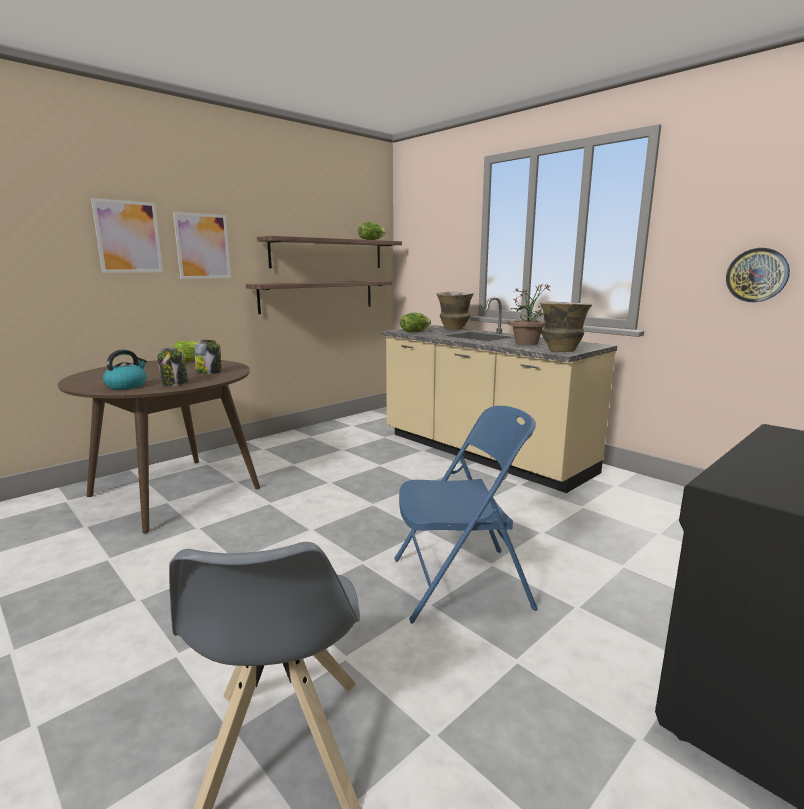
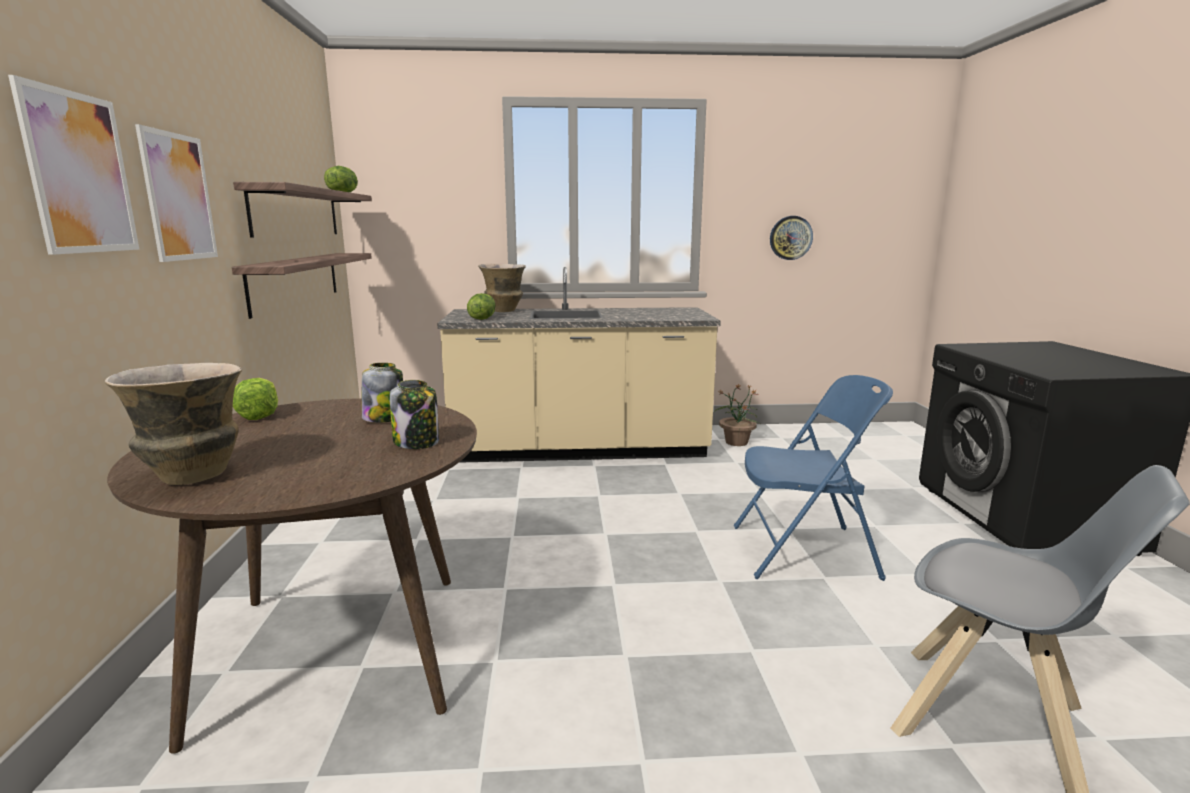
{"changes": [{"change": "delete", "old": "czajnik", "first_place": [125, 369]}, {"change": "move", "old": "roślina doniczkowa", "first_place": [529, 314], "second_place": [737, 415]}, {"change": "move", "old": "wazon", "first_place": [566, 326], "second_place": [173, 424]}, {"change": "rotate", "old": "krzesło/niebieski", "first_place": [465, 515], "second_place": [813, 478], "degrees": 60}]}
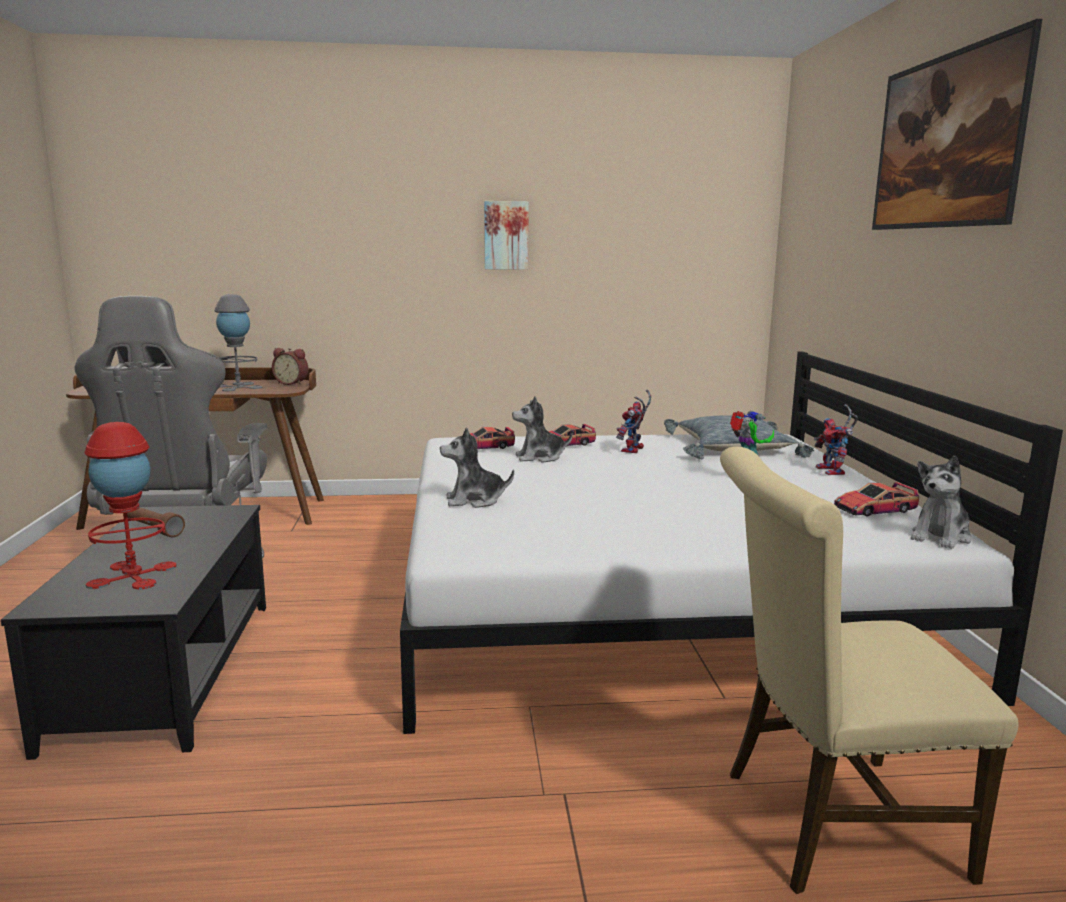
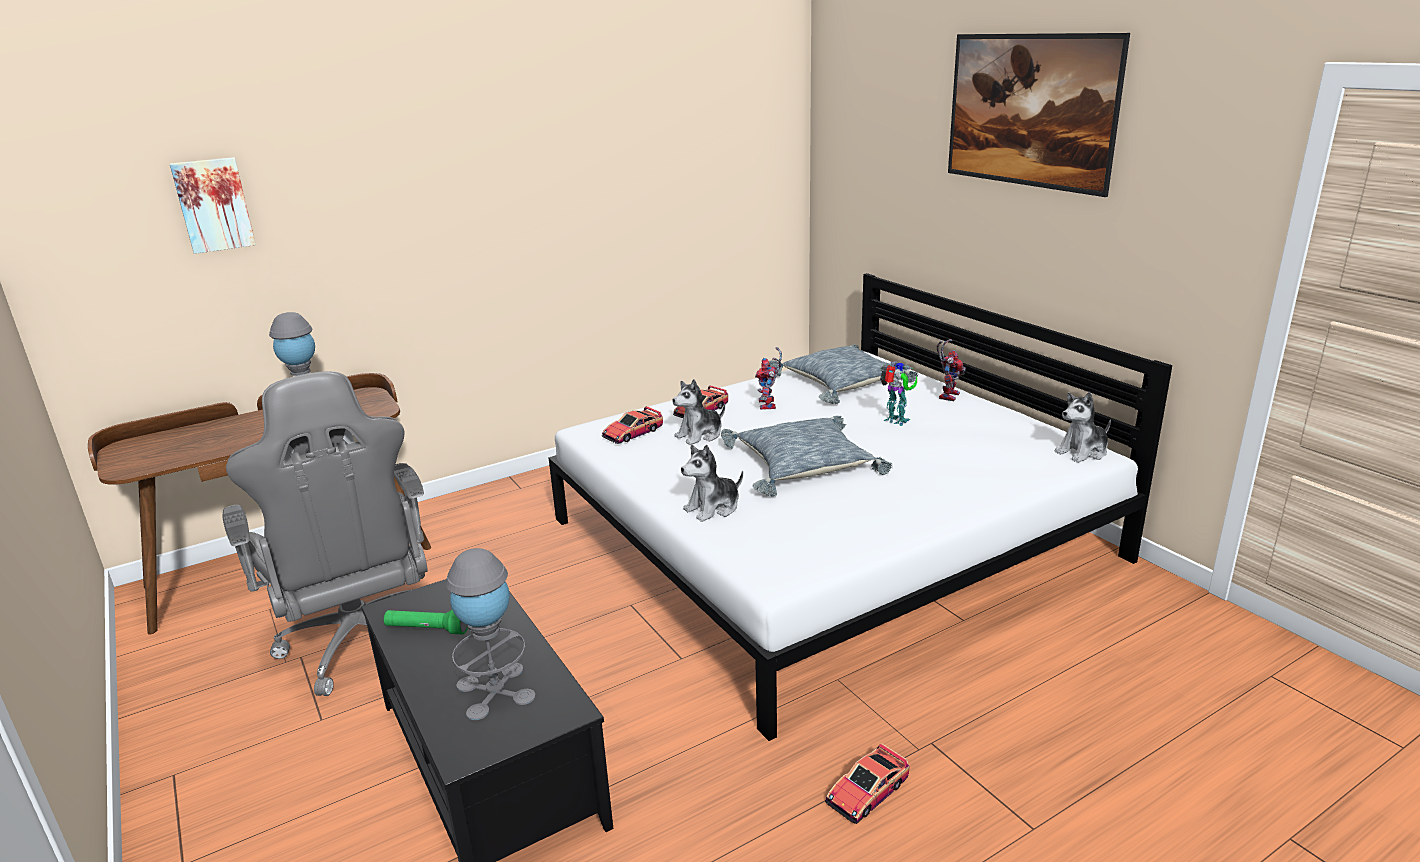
{"changes": [{"change": "delete", "old": "budzik", "first_place": [290, 366]}, {"change": "delete", "old": "krzesło/beżowy", "first_place": [869, 670]}, {"change": "insert", "new": "poduszka", "second_place": [807, 456]}, {"change": "move", "old": "obraz", "first_place": [506, 235], "second_place": [213, 205]}, {"change": "move", "old": "samochodzik", "first_place": [876, 499], "second_place": [867, 783]}, {"change": "recolor", "old": "lampa stołowa/czerwony", "new": "lampa stołowa/szary", "first_place": [130, 505], "second_place": [491, 634]}, {"change": "recolor", "old": "latarka/brązowy", "new": "latarka/zielony", "first_place": [156, 522], "second_place": [426, 622]}, {"change": "rotate", "old": "robot zabawkowy", "first_place": [836, 439], "second_place": [951, 370], "degrees": -120}, {"change": "rotate", "old": "pluszak", "first_place": [941, 502], "second_place": [1083, 427], "degrees": 45}]}
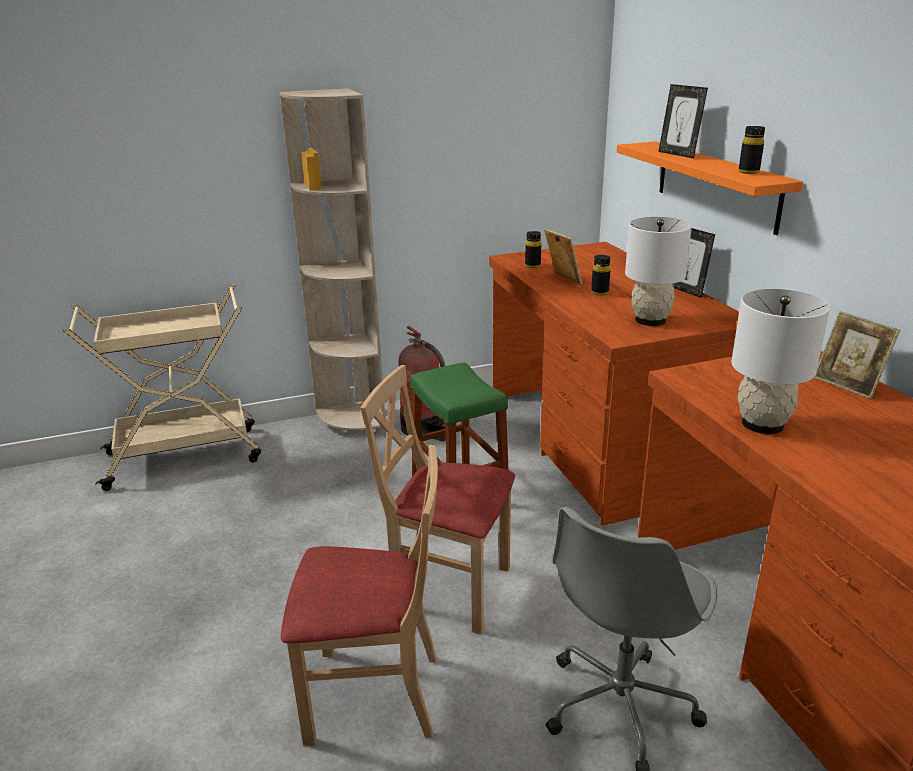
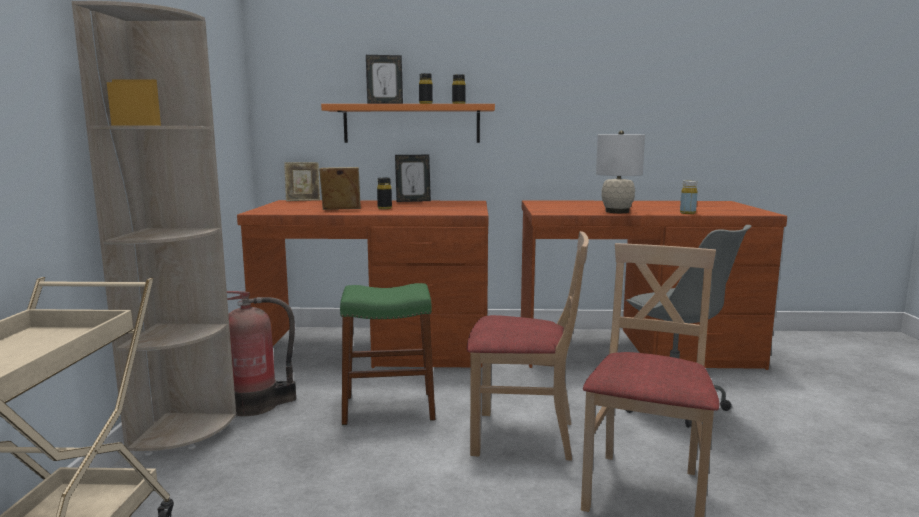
{"changes": [{"change": "delete", "old": "lampa stołowa/biały", "first_place": [658, 271]}, {"change": "insert", "new": "butelka/żółty", "second_place": [689, 197]}, {"change": "move", "old": "butelka/czarny", "first_place": [533, 249], "second_place": [426, 88]}, {"change": "move", "old": "ramka na zdjęcie", "first_place": [857, 355], "second_place": [302, 181]}, {"change": "rotate", "old": "krzesło/beżowy", "first_place": [438, 499], "second_place": [528, 346], "degrees": -120}]}
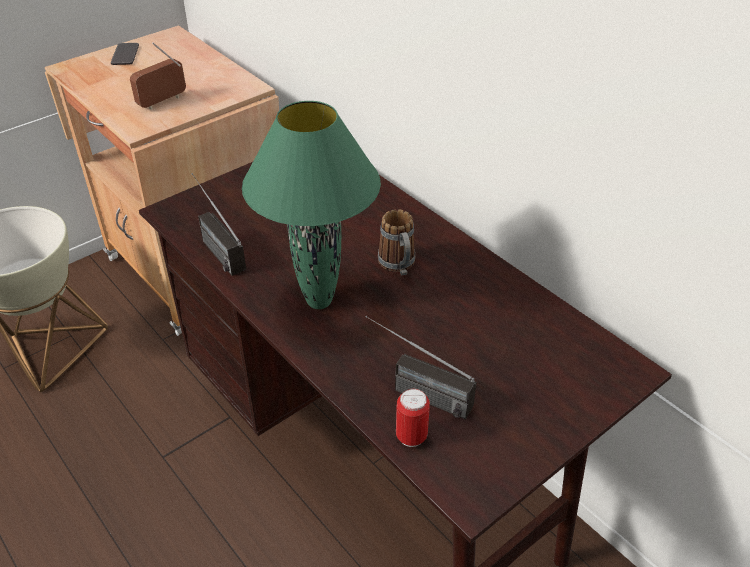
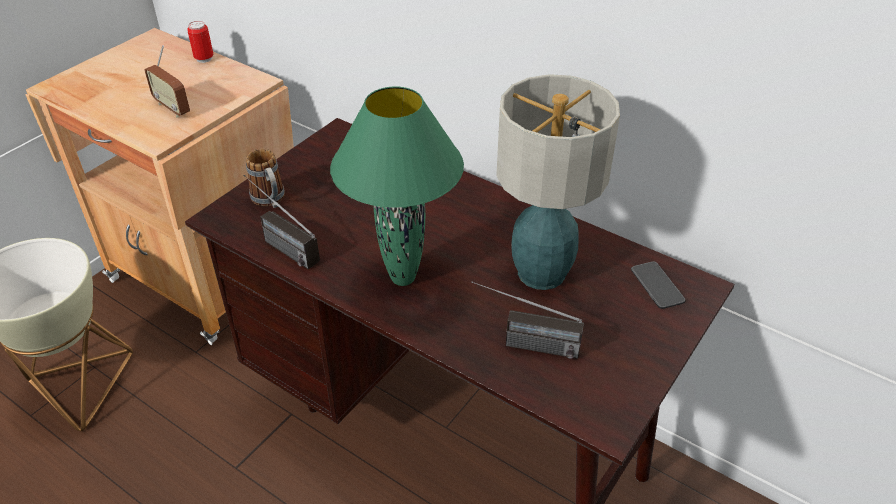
{"changes": [{"change": "insert", "new": "lampa stołowa", "second_place": [558, 182]}, {"change": "move", "old": "telefon", "first_place": [125, 54], "second_place": [658, 285]}, {"change": "move", "old": "kubek", "first_place": [396, 242], "second_place": [265, 178]}, {"change": "move", "old": "puszka", "first_place": [413, 418], "second_place": [200, 42]}, {"change": "rotate", "old": "radio", "first_place": [158, 76], "second_place": [167, 81], "degrees": -75}]}
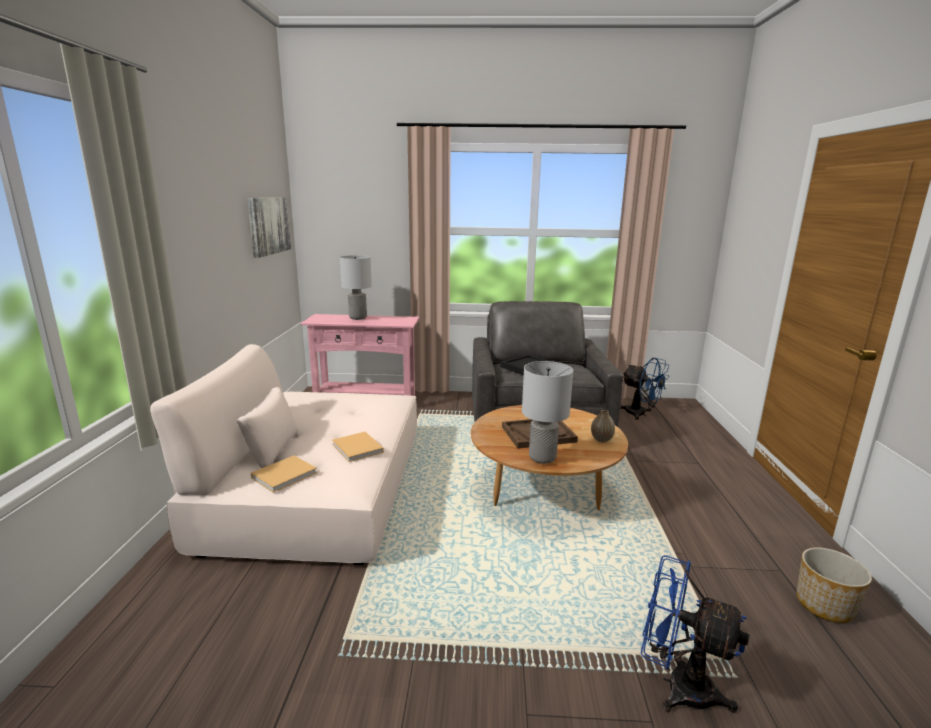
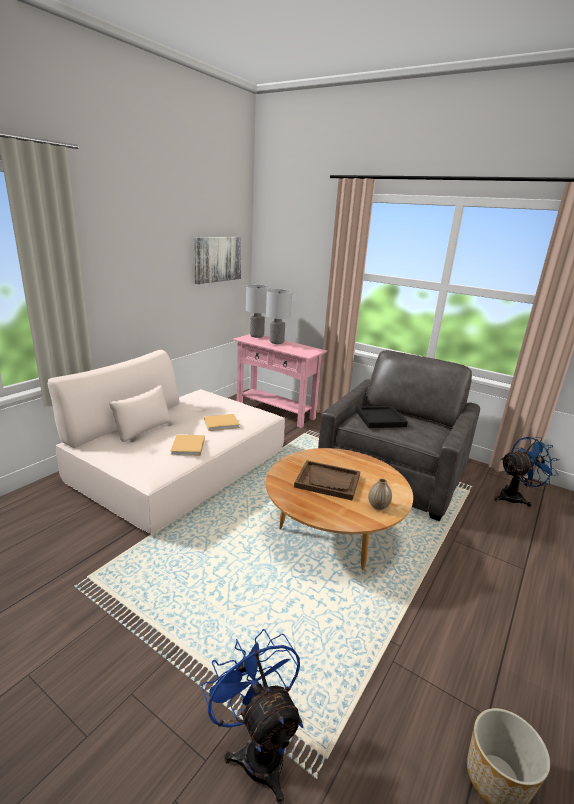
{"changes": [{"change": "move", "old": "książka/beżowy", "first_place": [284, 474], "second_place": [222, 422]}, {"change": "move", "old": "lampa stołowa/szary", "first_place": [547, 412], "second_place": [258, 311]}, {"change": "rotate", "old": "wentylator/niebieski", "first_place": [644, 389], "second_place": [527, 472], "degrees": -90}]}
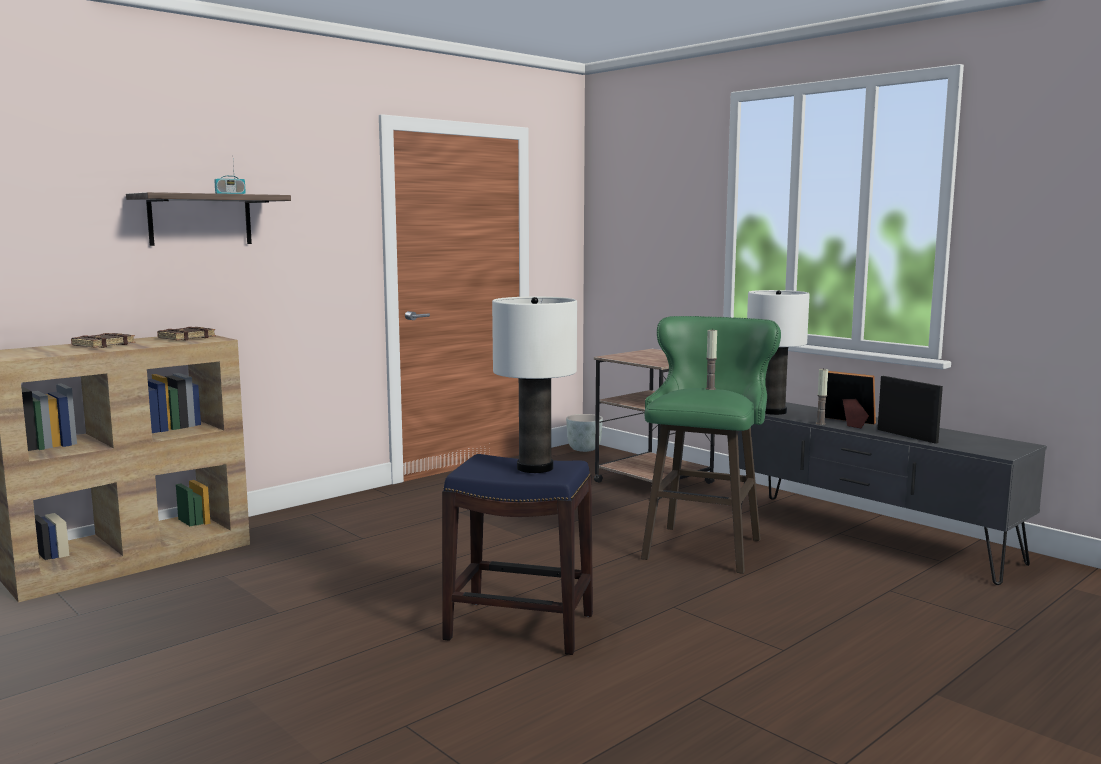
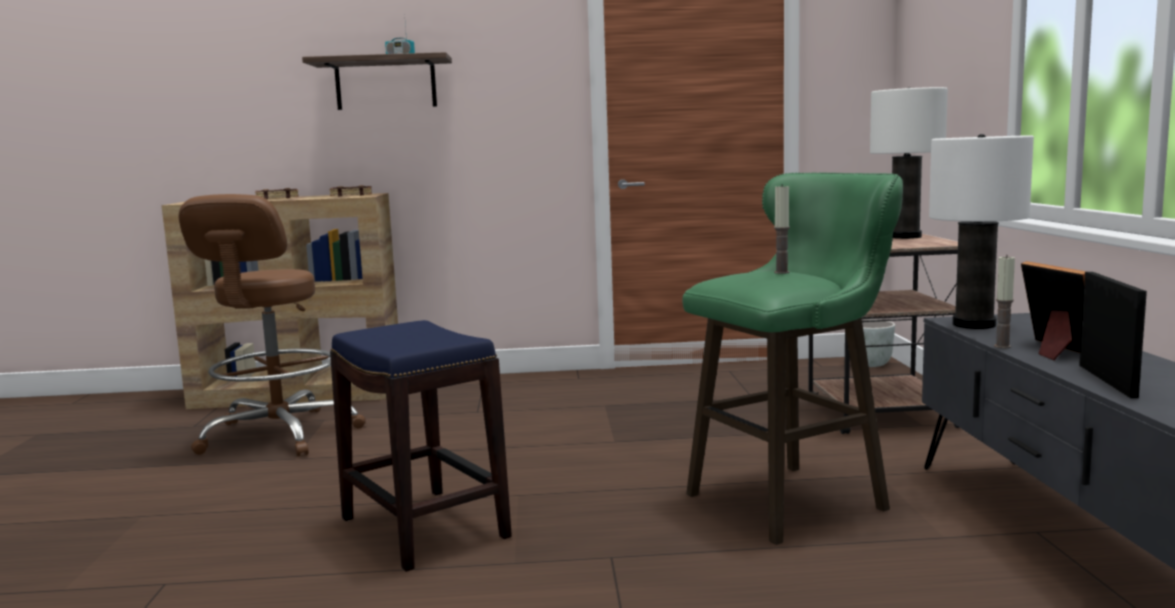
{"changes": [{"change": "insert", "new": "stołek/brązowy", "second_place": [272, 325]}, {"change": "move", "old": "lampa stołowa/biały", "first_place": [534, 385], "second_place": [909, 163]}]}
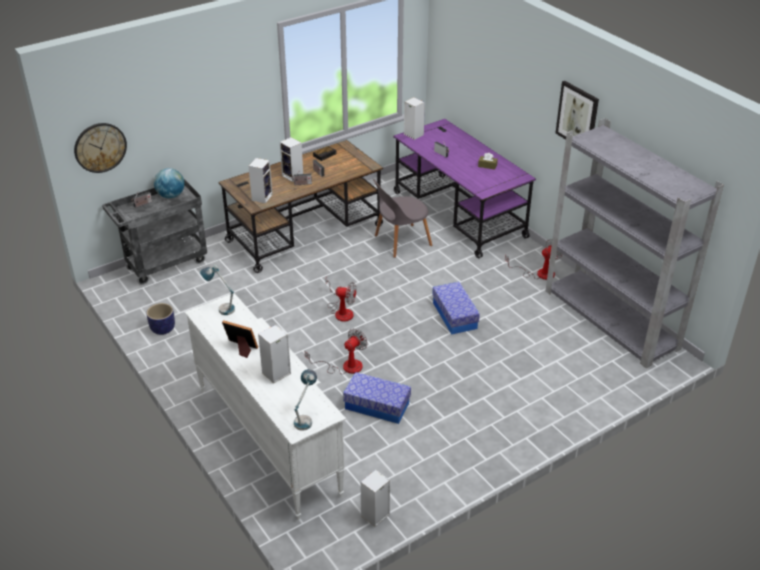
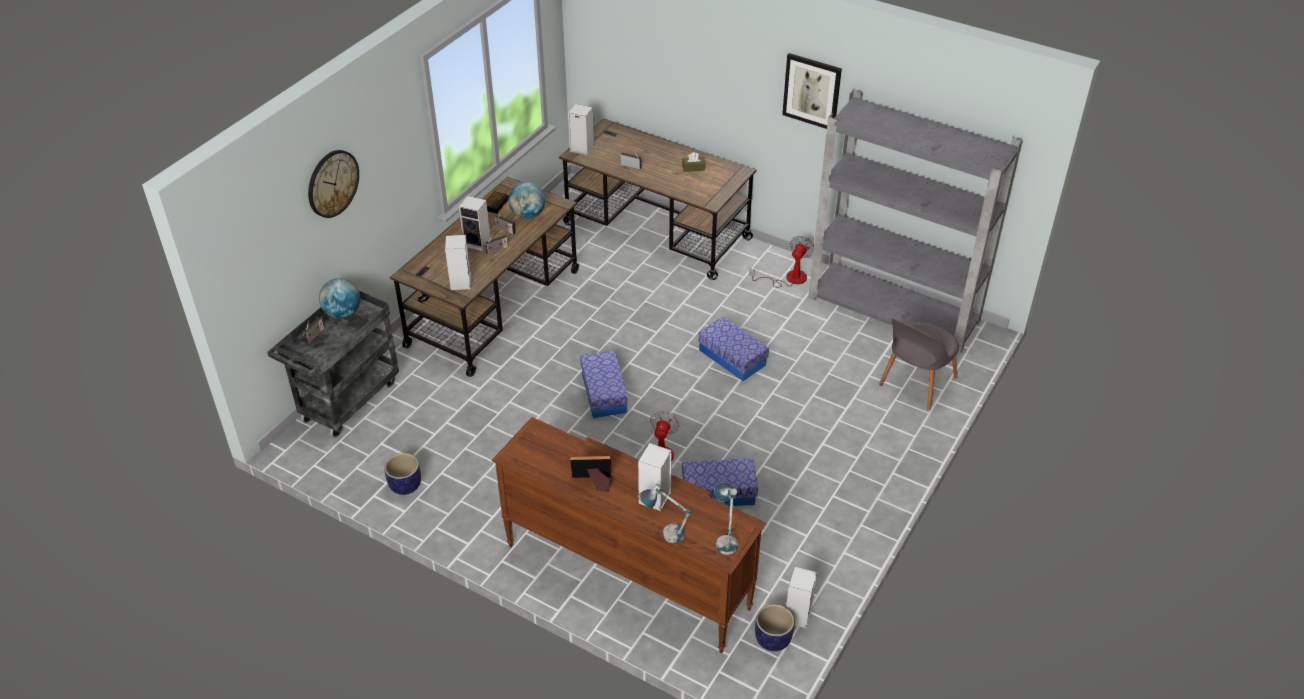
{"changes": [{"change": "insert", "new": "globus", "second_place": [526, 200]}, {"change": "insert", "new": "donica", "second_place": [775, 627]}, {"change": "move", "old": "zegar ścienny", "first_place": [100, 148], "second_place": [333, 184]}, {"change": "move", "old": "lampa stołowa", "first_place": [217, 290], "second_place": [664, 513]}, {"change": "move", "old": "krzesło/szary", "first_place": [402, 218], "second_place": [919, 364]}, {"change": "replace", "old": "wentylator", "new": "pojemnik do przechowywania", "first_place": [341, 299], "second_place": [604, 384]}, {"change": "recolor", "old": "szafka/biały", "new": "szafka/brązowy", "first_place": [265, 406], "second_place": [629, 535]}, {"change": "recolor", "old": "biurko/fioletowy", "new": "biurko/brązowy", "first_place": [464, 188], "second_place": [657, 199]}]}
